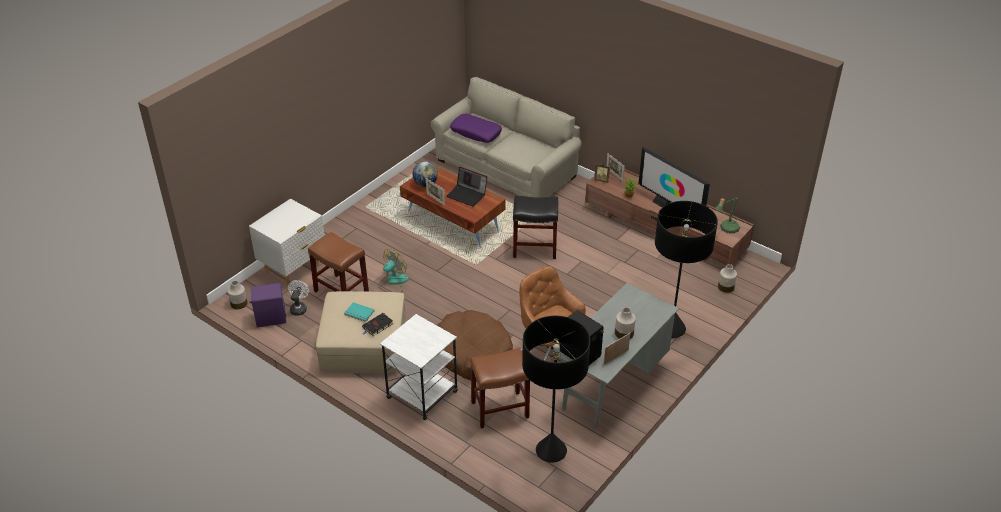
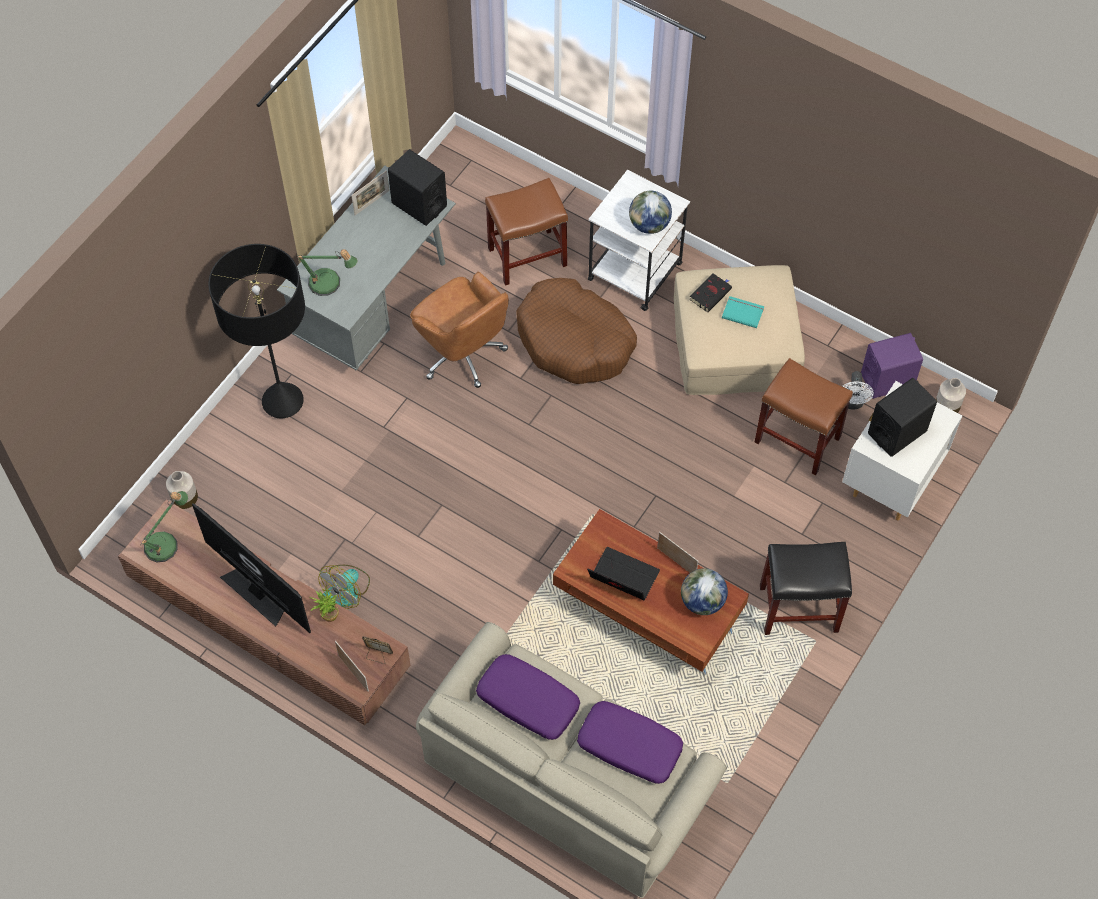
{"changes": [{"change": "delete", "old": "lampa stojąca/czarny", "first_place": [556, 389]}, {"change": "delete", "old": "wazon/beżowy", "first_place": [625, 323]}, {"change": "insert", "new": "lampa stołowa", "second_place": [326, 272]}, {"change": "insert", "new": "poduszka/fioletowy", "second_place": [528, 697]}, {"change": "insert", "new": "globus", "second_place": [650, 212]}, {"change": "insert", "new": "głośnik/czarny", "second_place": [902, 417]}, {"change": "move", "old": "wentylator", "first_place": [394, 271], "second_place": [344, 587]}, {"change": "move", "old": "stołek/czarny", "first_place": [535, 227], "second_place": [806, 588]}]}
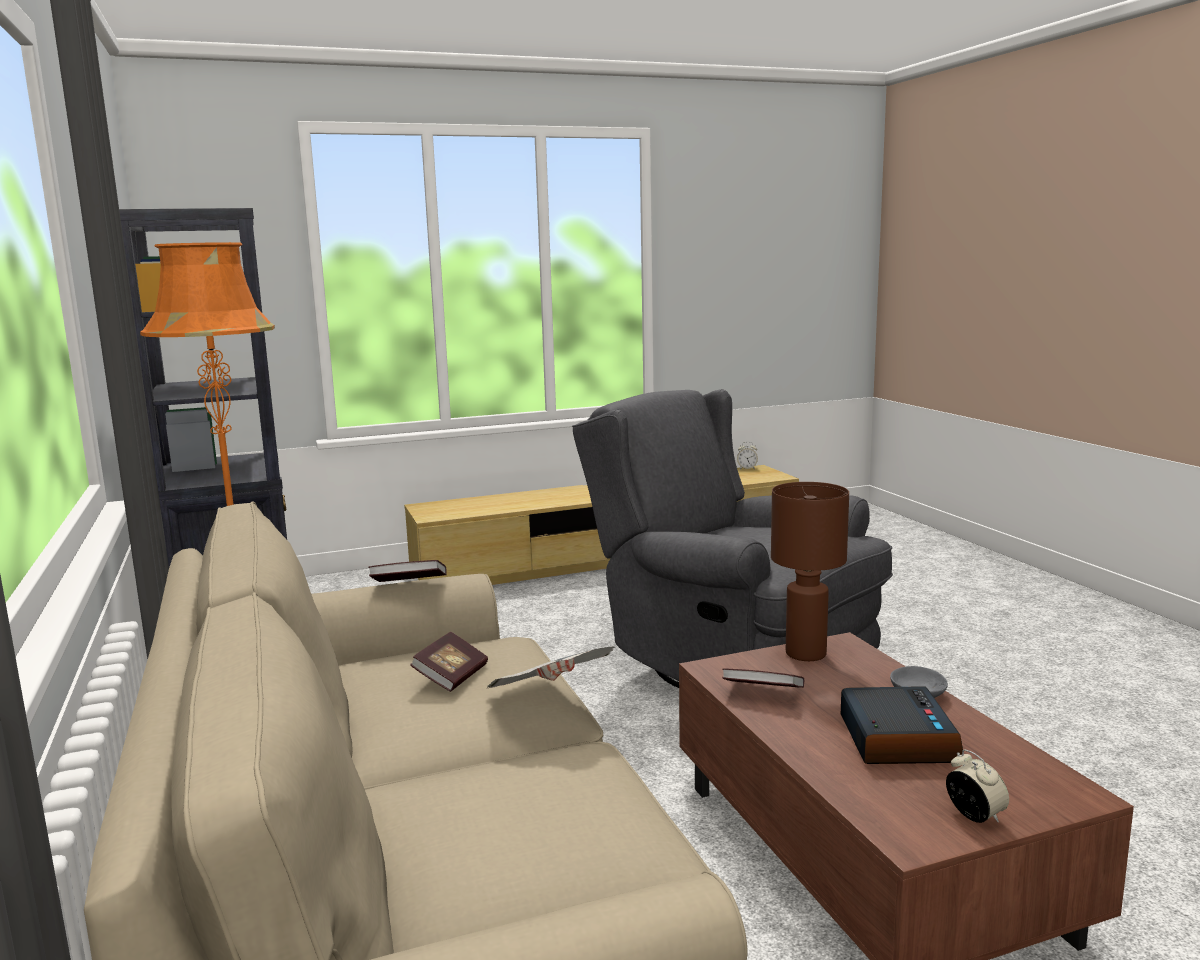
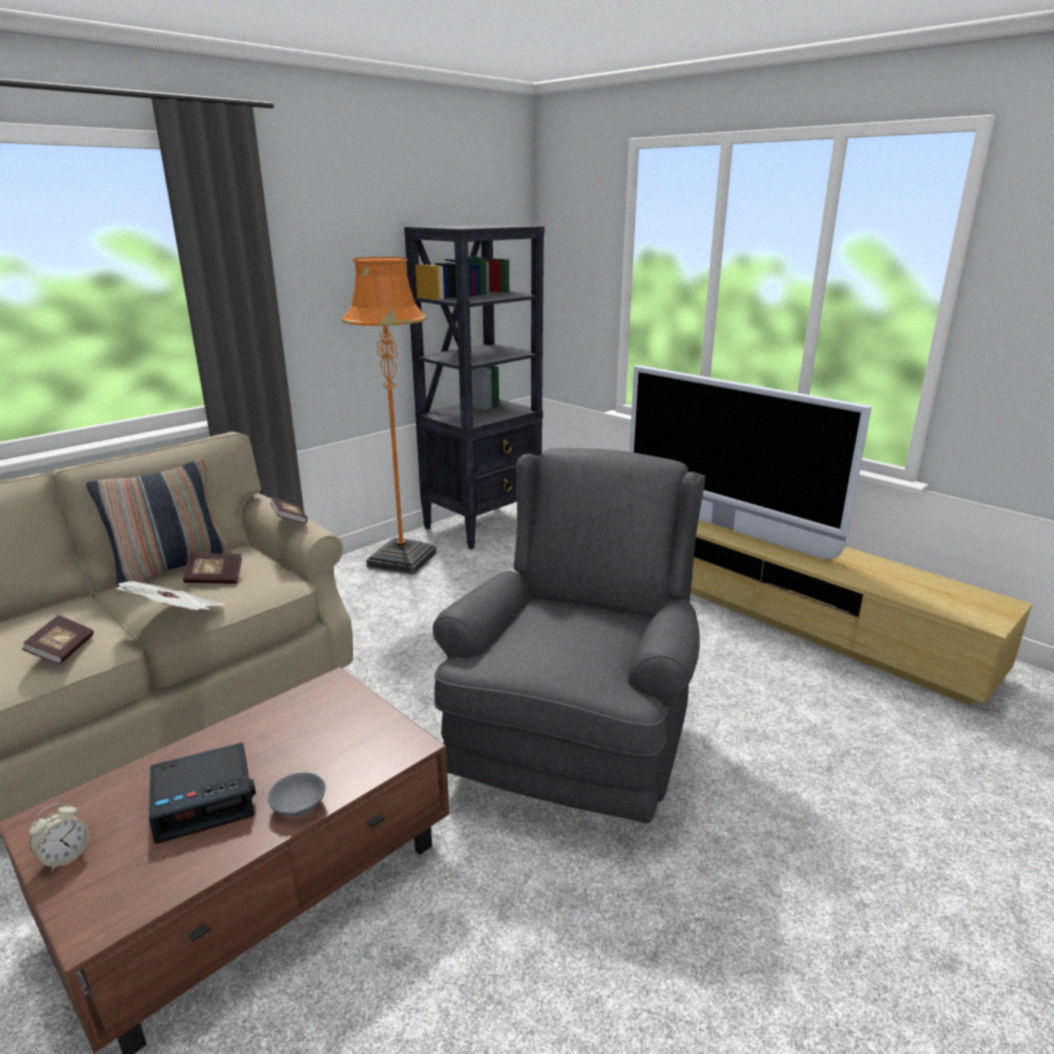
{"changes": [{"change": "delete", "old": "budzik", "first_place": [747, 455]}, {"change": "delete", "old": "lampa stołowa/brązowy", "first_place": [810, 571]}, {"change": "insert", "new": "poduszka", "second_place": [159, 523]}, {"change": "insert", "new": "telewizor", "second_place": [750, 462]}, {"change": "move", "old": "książka", "first_place": [763, 678], "second_place": [58, 639]}]}
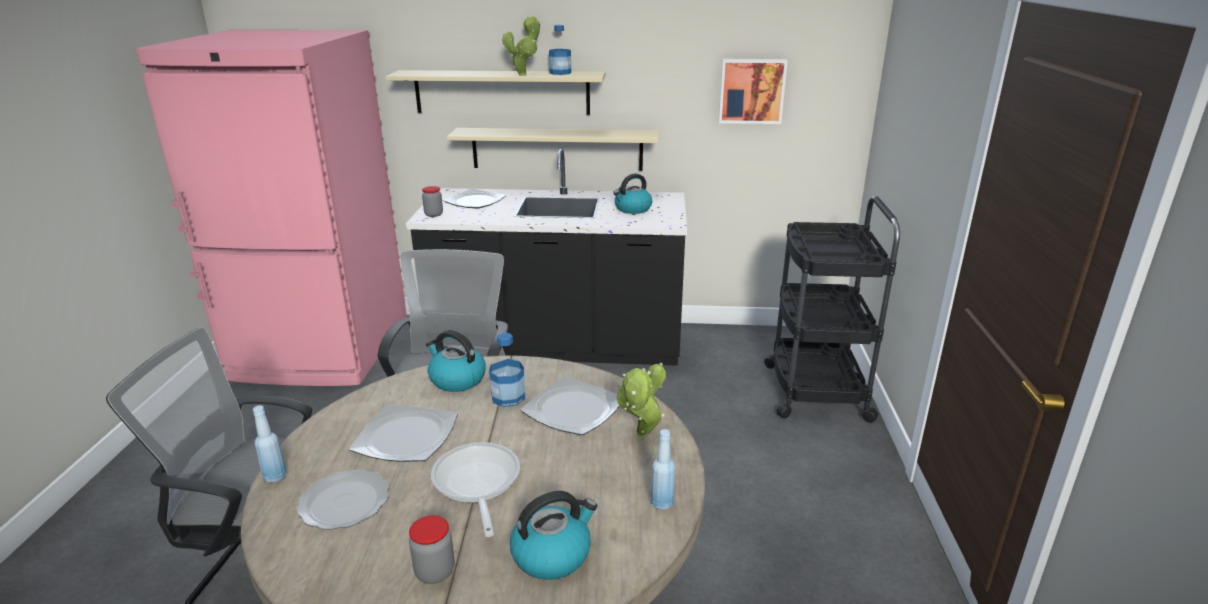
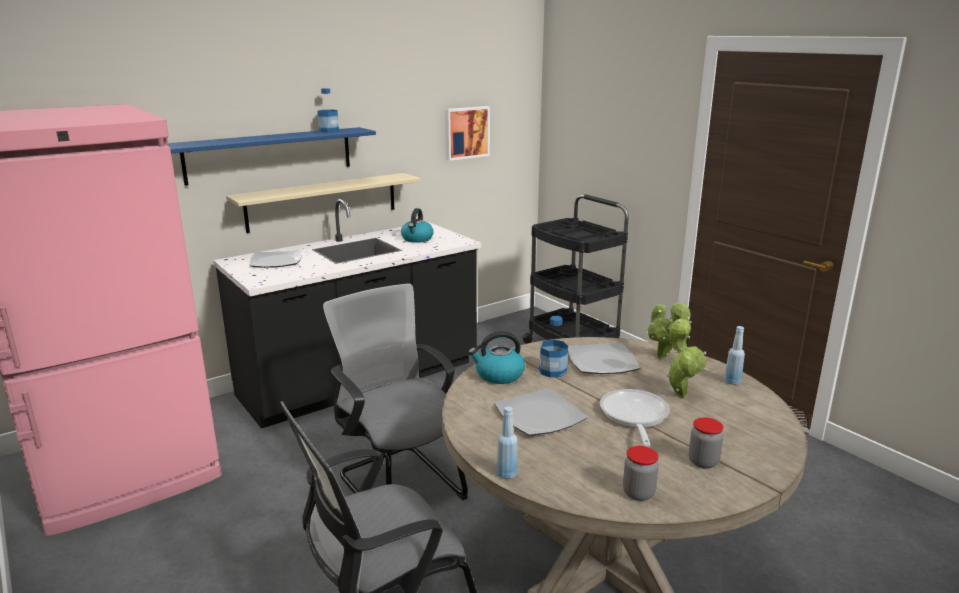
{"changes": [{"change": "delete", "old": "talerz", "first_place": [342, 499]}, {"change": "delete", "old": "czajnik", "first_place": [553, 535]}, {"change": "move", "old": "słoik", "first_place": [432, 201], "second_place": [641, 473]}, {"change": "move", "old": "roślina doniczkowa", "first_place": [521, 46], "second_place": [686, 358]}, {"change": "recolor", "old": "półka/beżowy", "new": "półka/niebieski", "first_place": [495, 92], "second_place": [272, 156]}, {"change": "rotate", "old": "patelnia", "first_place": [475, 489], "second_place": [635, 417], "degrees": 60}]}
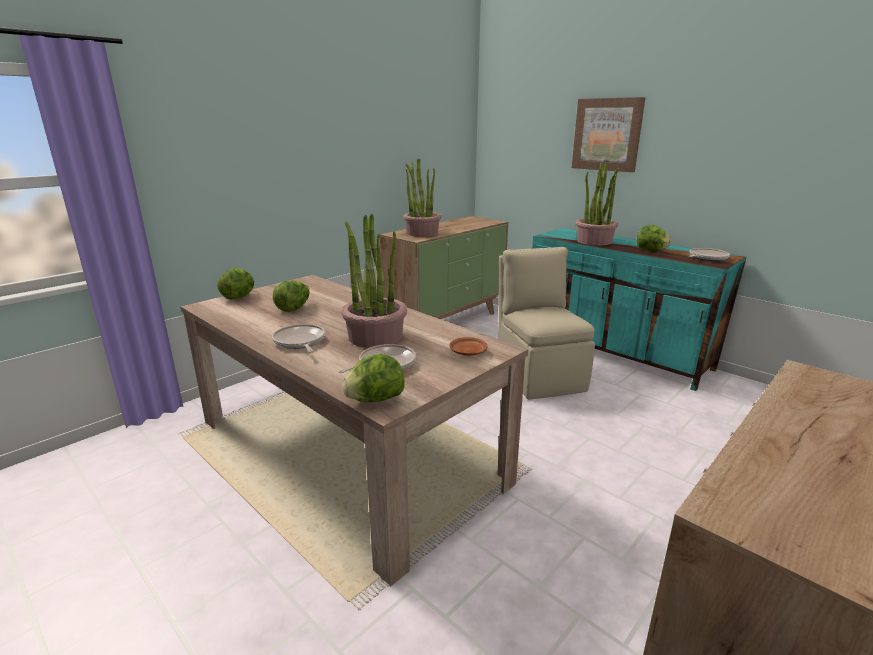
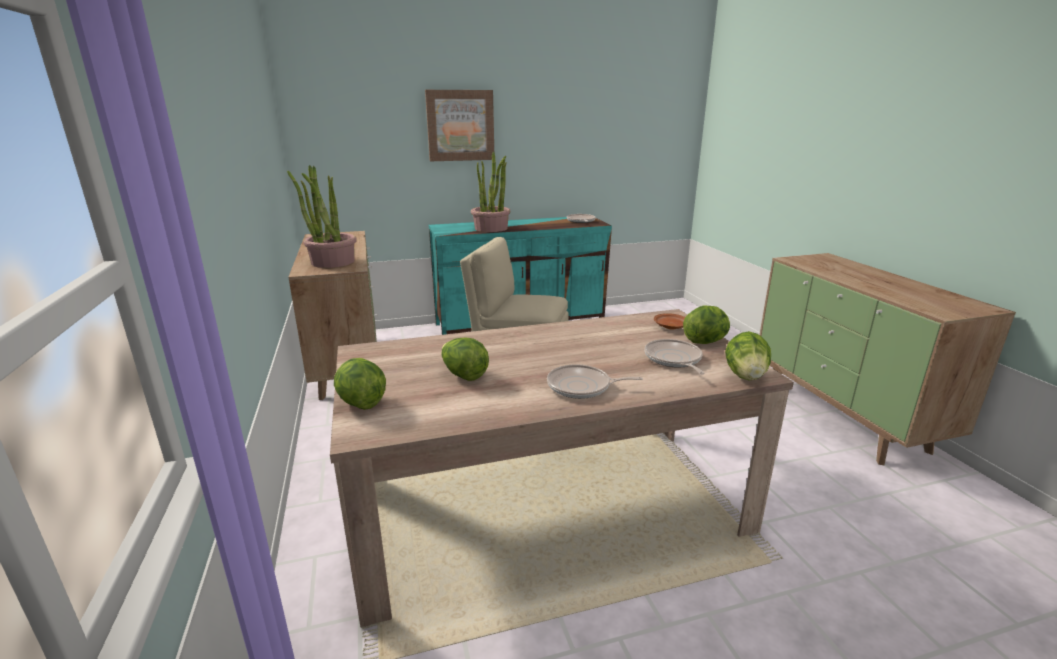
{"changes": [{"change": "delete", "old": "roślina doniczkowa", "first_place": [374, 280]}, {"change": "move", "old": "sałata", "first_place": [654, 238], "second_place": [706, 324]}]}
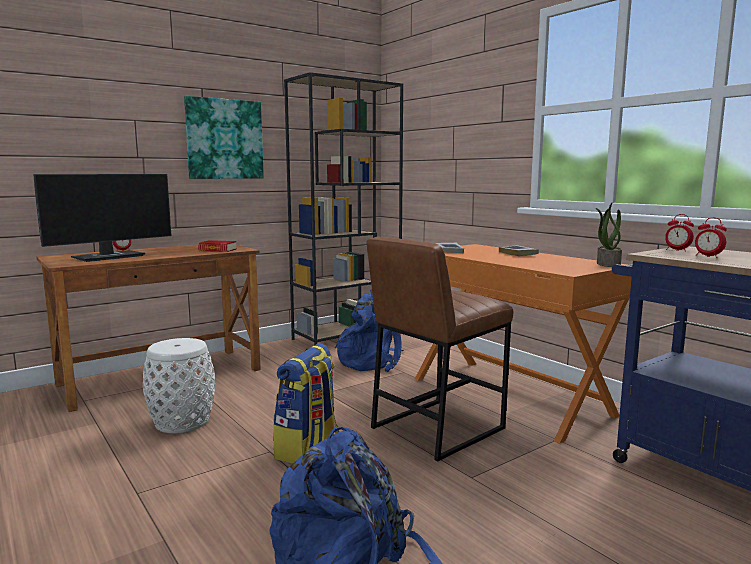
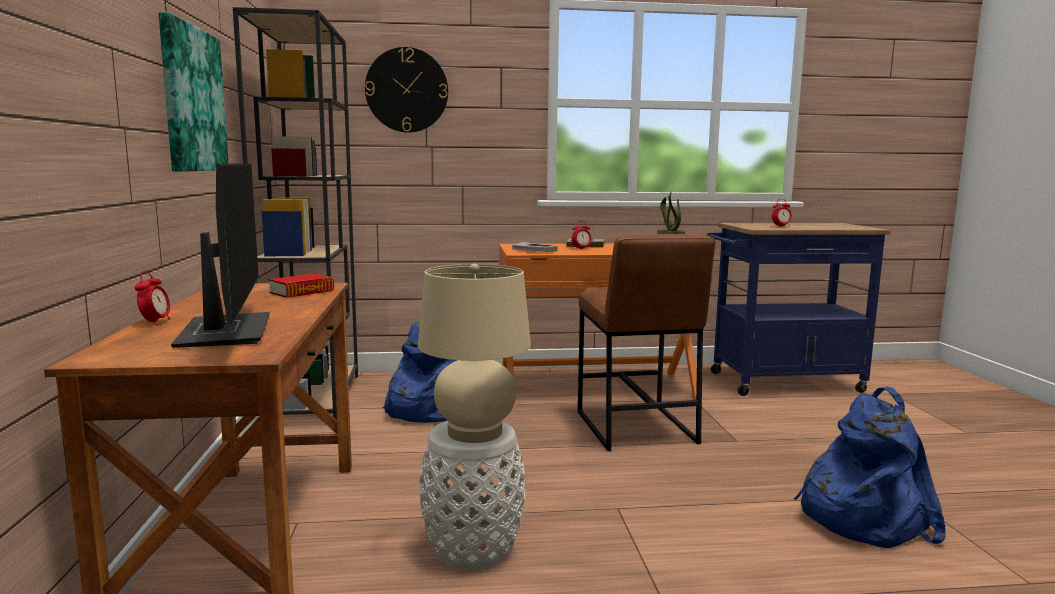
{"changes": [{"change": "delete", "old": "plecak", "first_place": [306, 403]}, {"change": "insert", "new": "zegar ścienny", "second_place": [406, 90]}, {"change": "insert", "new": "lampa stołowa/beżowy", "second_place": [474, 353]}, {"change": "move", "old": "budzik", "first_place": [679, 233], "second_place": [581, 235]}]}
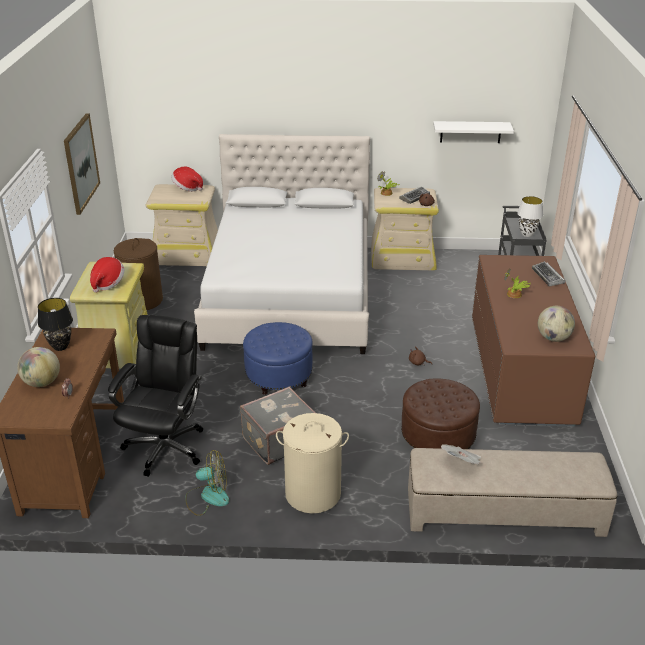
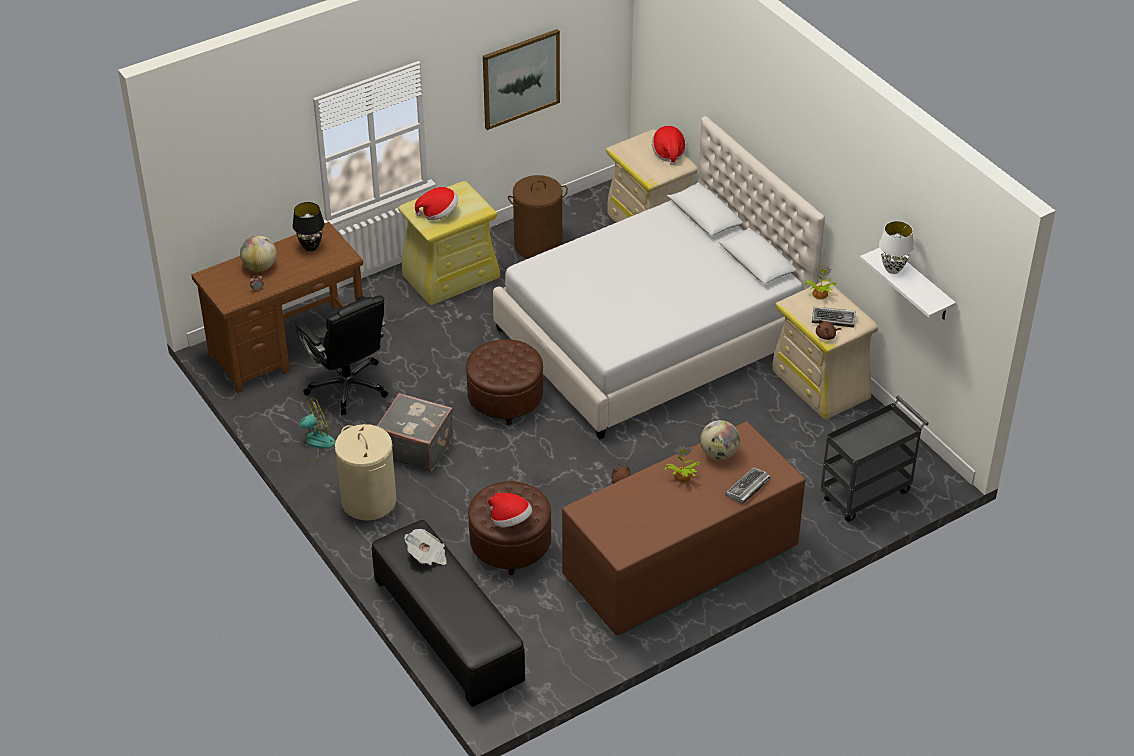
{"changes": [{"change": "insert", "new": "kapelusz", "second_place": [510, 510]}, {"change": "move", "old": "lampa stołowa/biały", "first_place": [530, 216], "second_place": [896, 247]}, {"change": "move", "old": "globus", "first_place": [556, 324], "second_place": [720, 440]}, {"change": "recolor", "old": "pufa/niebieski", "new": "pufa/brązowy", "first_place": [277, 358], "second_place": [504, 382]}, {"change": "recolor", "old": "ławka/beżowy", "new": "ławka/czarny", "first_place": [512, 492], "second_place": [448, 613]}, {"change": "rotate", "old": "krzesło biurowe/czarny", "first_place": [156, 396], "second_place": [341, 355], "degrees": 75}, {"change": "rotate", "old": "wentylator", "first_place": [207, 483], "second_place": [313, 429], "degrees": -75}]}
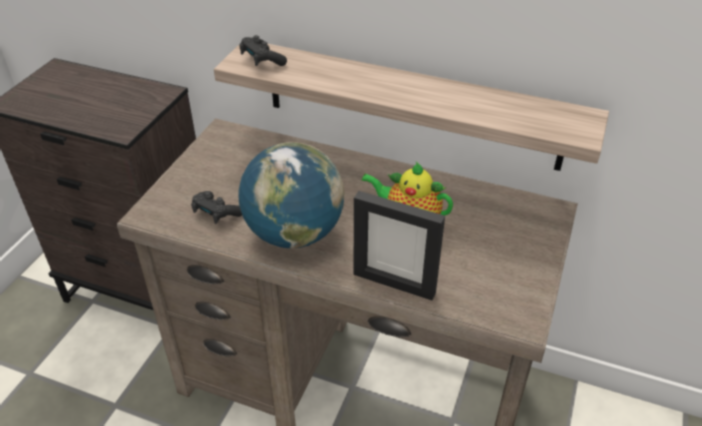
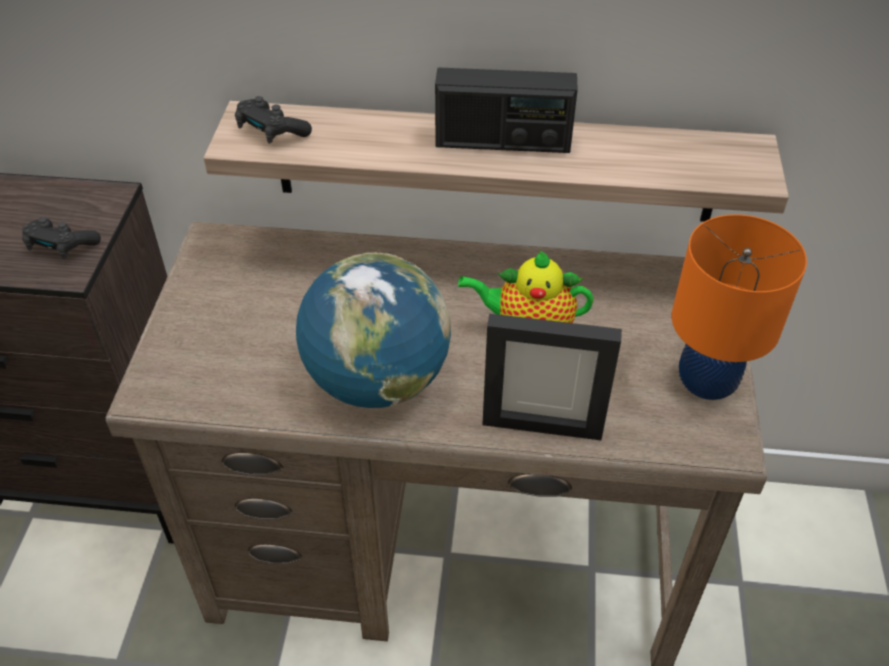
{"changes": [{"change": "insert", "new": "radio", "second_place": [506, 110]}, {"change": "insert", "new": "lampa stołowa/pomarańczowy", "second_place": [739, 307]}, {"change": "move", "old": "pad do gier/czarny", "first_place": [216, 207], "second_place": [61, 238]}]}
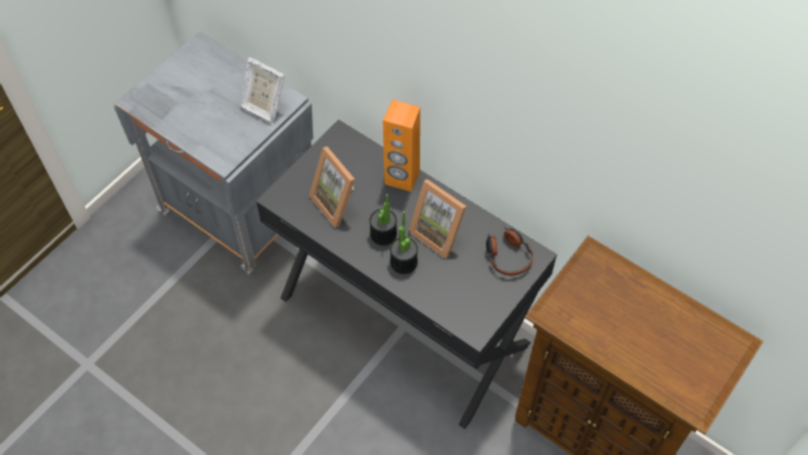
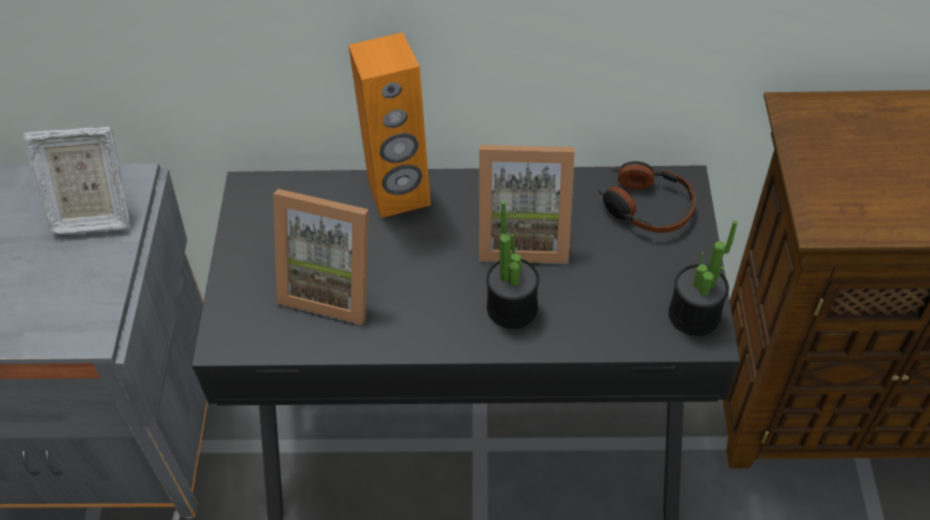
{"changes": [{"change": "move", "old": "roślina doniczkowa", "first_place": [383, 220], "second_place": [703, 278]}]}
